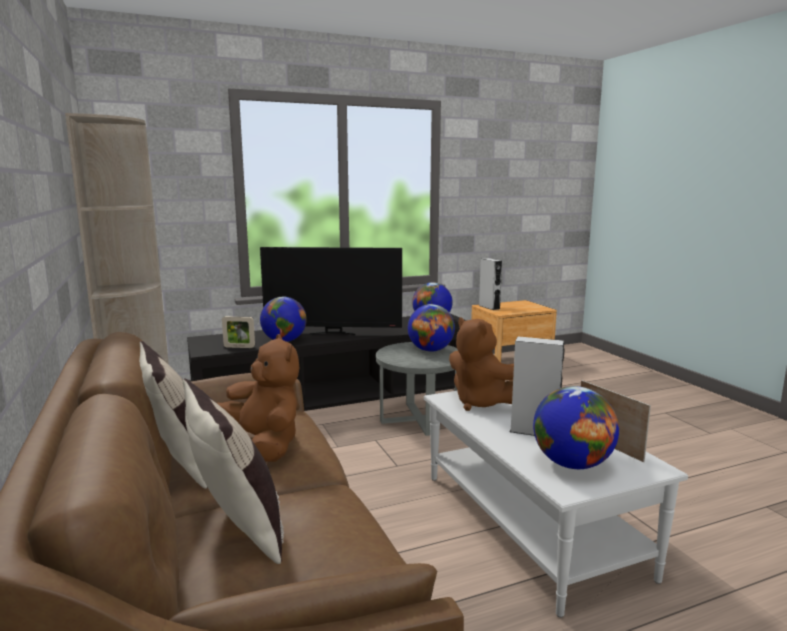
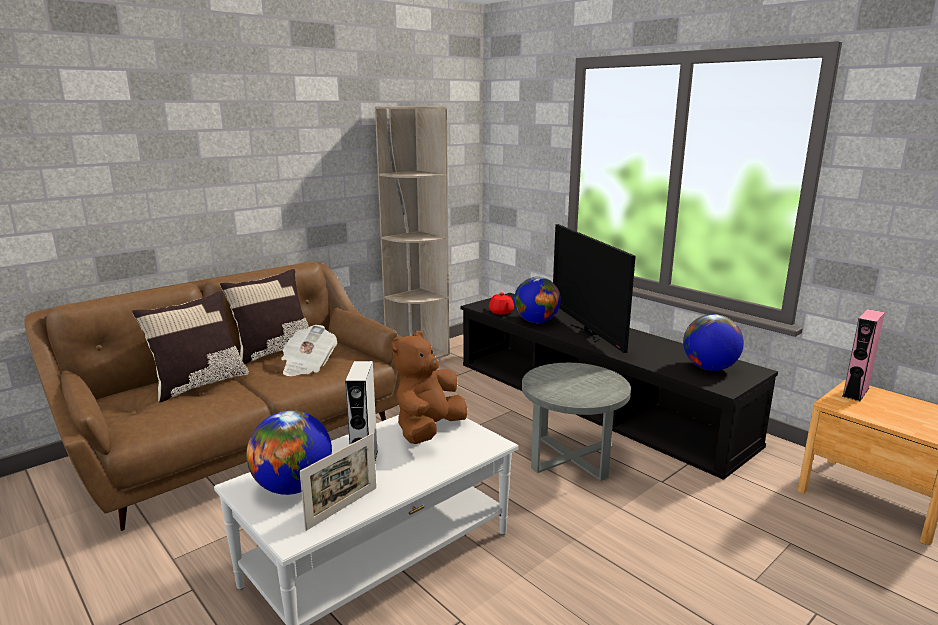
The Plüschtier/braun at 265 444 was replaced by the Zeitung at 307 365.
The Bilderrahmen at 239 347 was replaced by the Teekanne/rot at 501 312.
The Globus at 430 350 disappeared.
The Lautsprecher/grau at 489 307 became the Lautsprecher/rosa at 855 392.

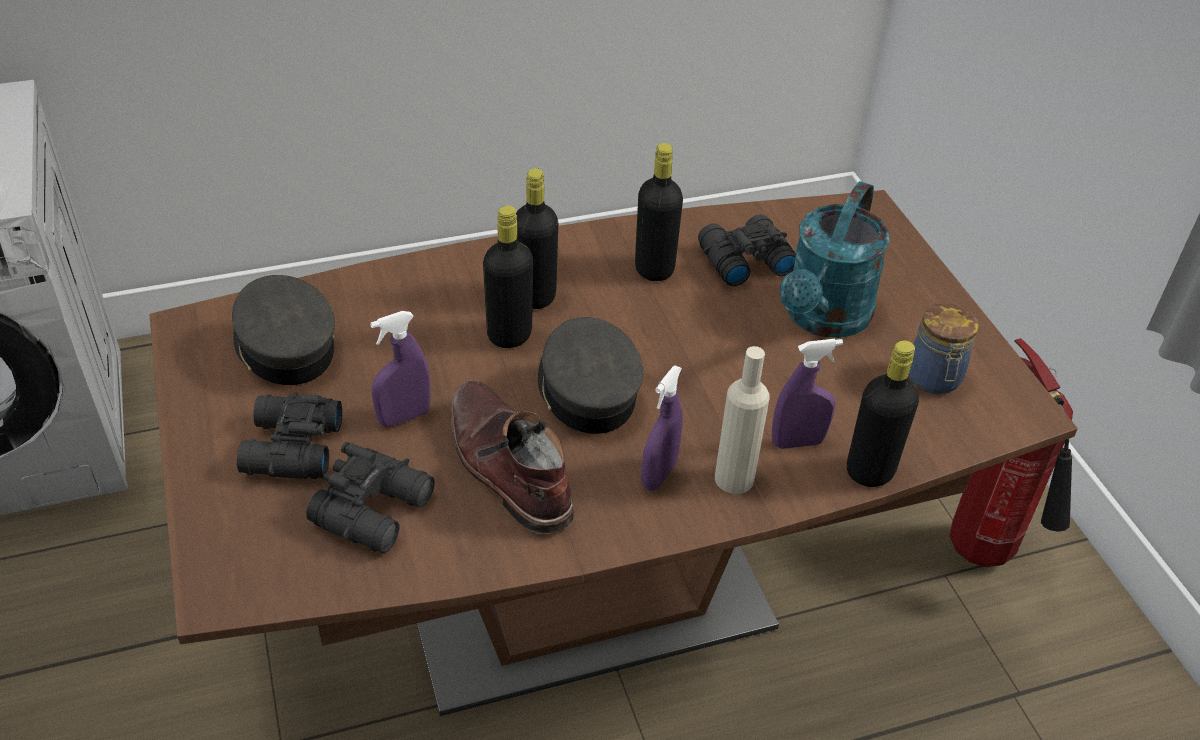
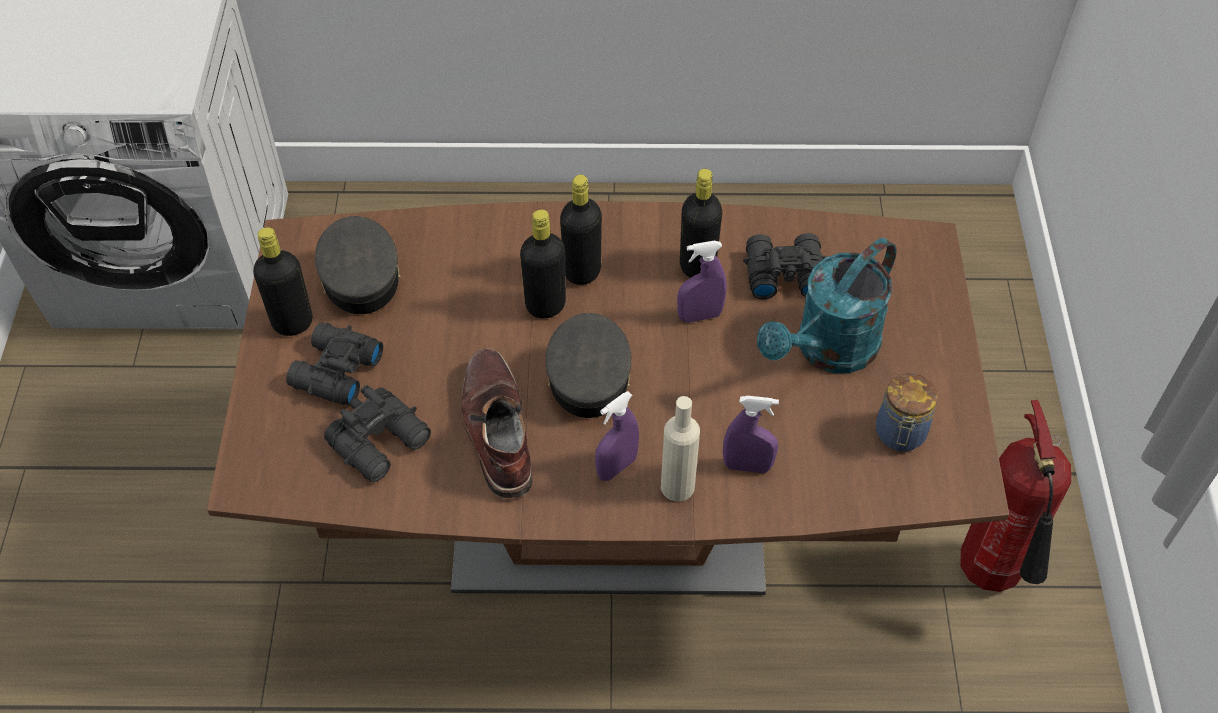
The Sprühflasche/lila moved from 404 417 to 700 316.
The Flasche/schwarz moved from 870 471 to 292 322.

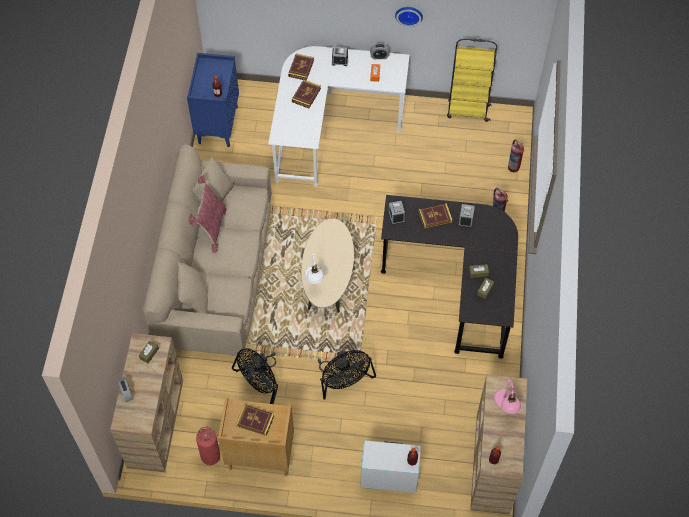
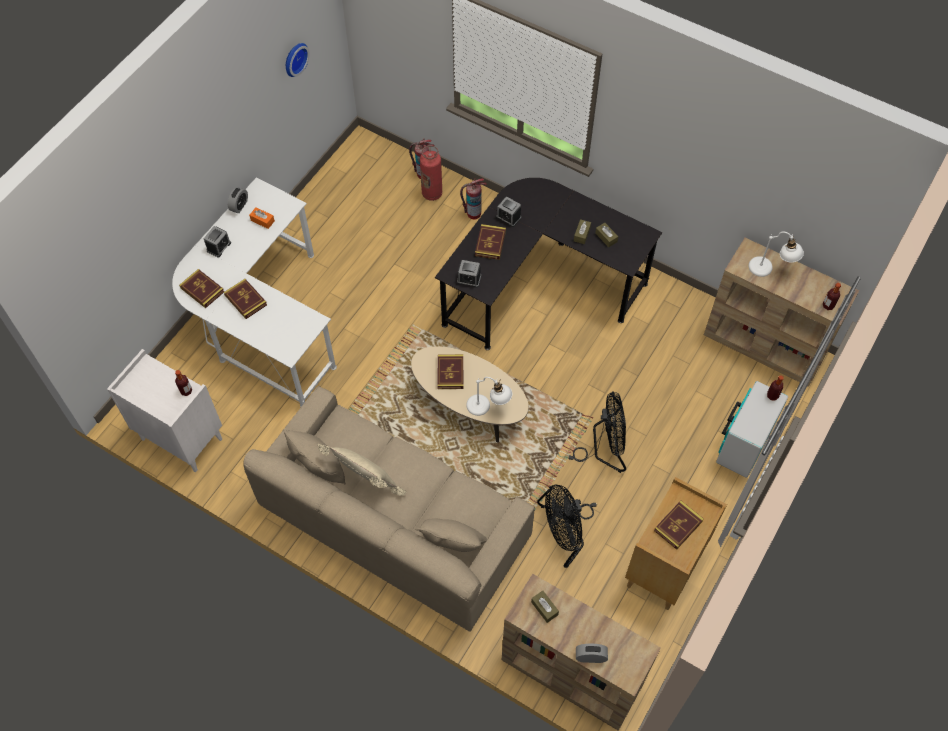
The Schrank/blau at 218 124 became the Schrank/weiß at 181 438.
The Kissen/rot at 211 229 became the Kissen/beige at 365 487.
The Feuerlöscher moved from 210 456 to 432 193.
The Ventilator/schwarz at 261 380 turned 90 degrees clockwise.
The Wanduhr moved from 409 14 to 294 58.
The Rollwagen/gelb at 467 111 disappeared.
The Tischlampe/rosa at 506 407 became the Tischlampe/weiß at 771 269.
The Buch at 450 373 appeared.

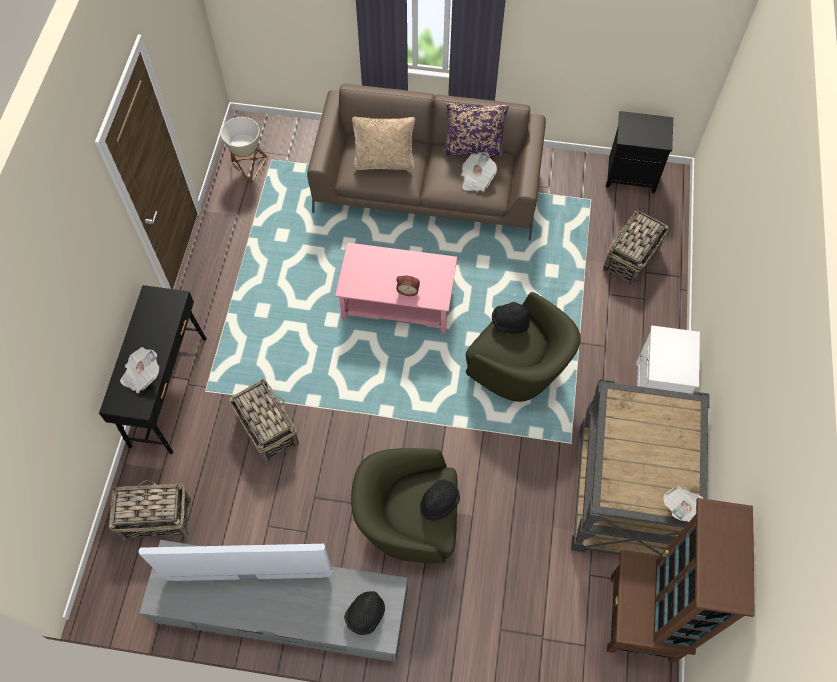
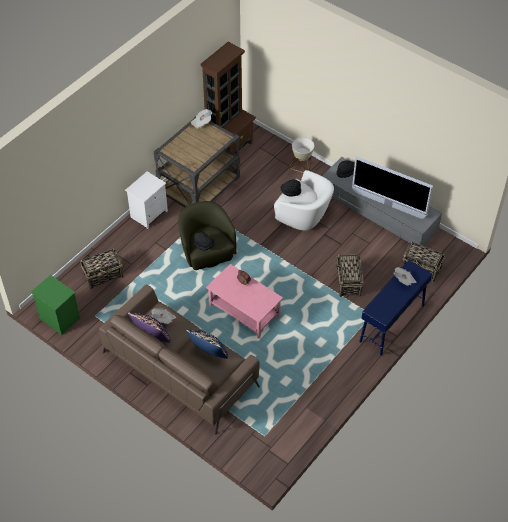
The Konsolentisch/schwarz at 169 391 became the Konsolentisch/blau at 391 323.
The Pflanzkübel moved from 249 166 to 301 167.
The Sessel/grün at 408 521 became the Sessel/weiß at 303 216.
The Kissen/beige at 385 163 became the Kissen/blau at 208 354.
The Nachttisch/schwarz at 632 174 became the Nachttisch/grün at 58 318.

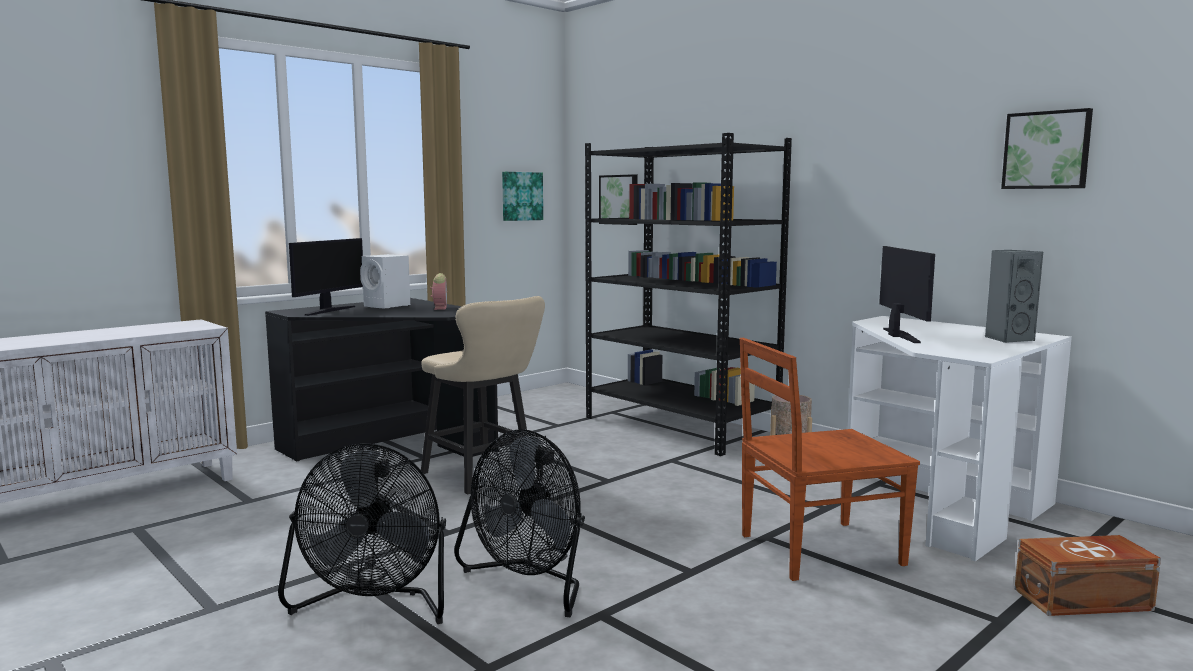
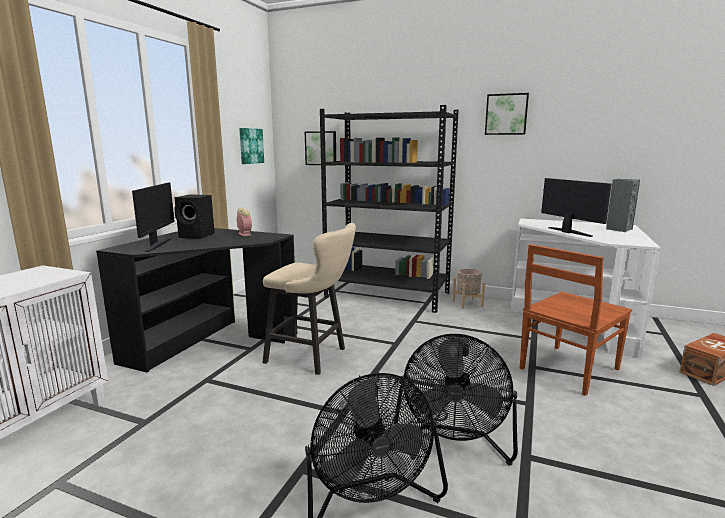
The Lautsprecher/weiß at 387 306 became the Lautsprecher/schwarz at 197 236.
The Bild moved from 1047 150 to 506 114.

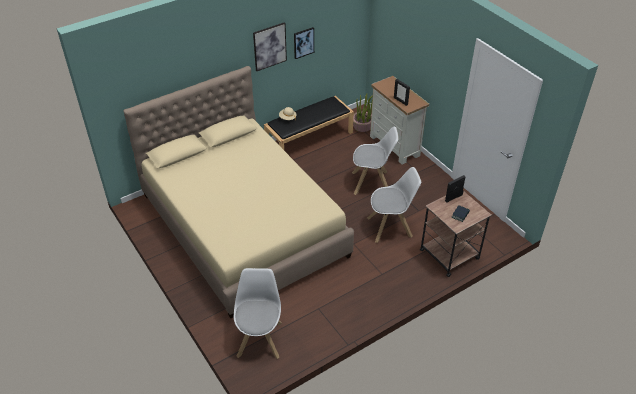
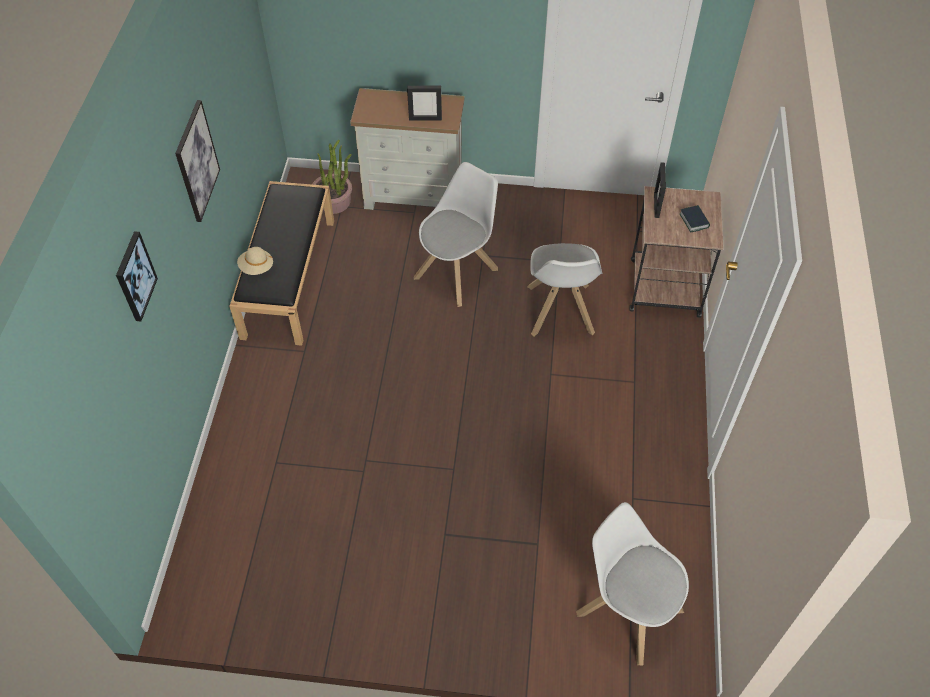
The Bett/beige at 243 225 disappeared.
The Bild moved from 303 42 to 134 276.
The Stuhl at 391 227 turned 150 degrees clockwise.

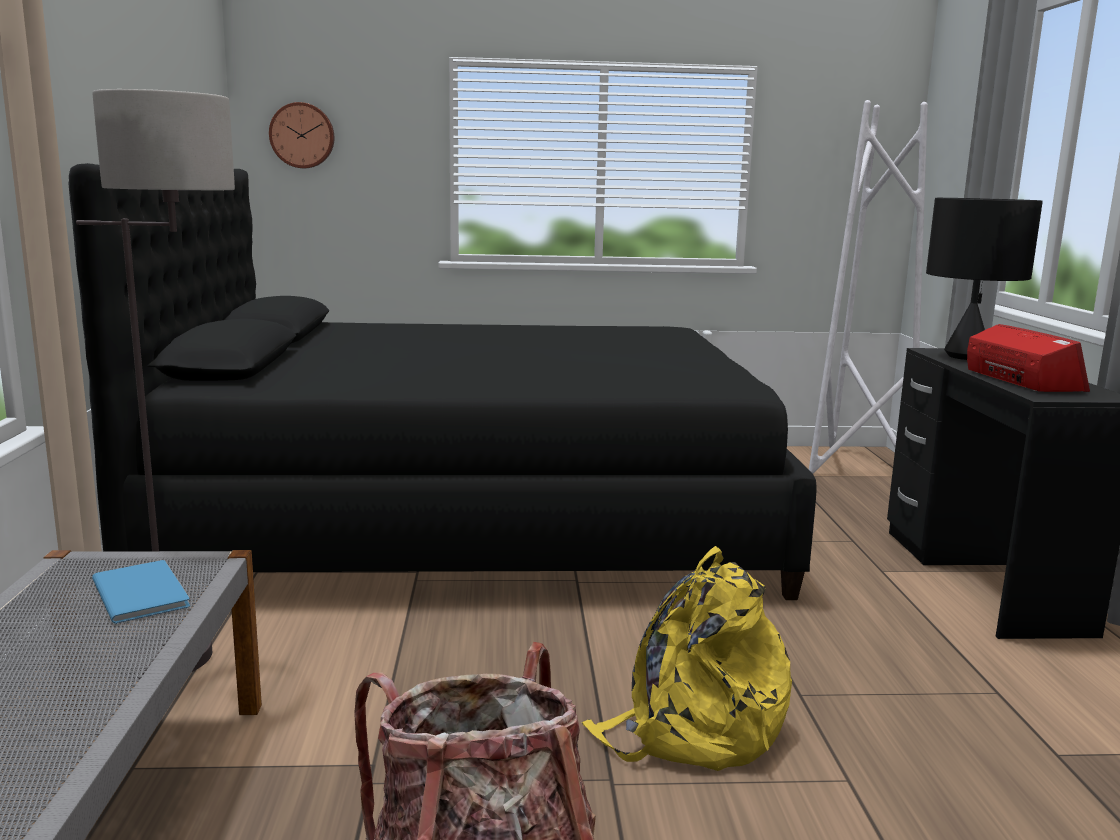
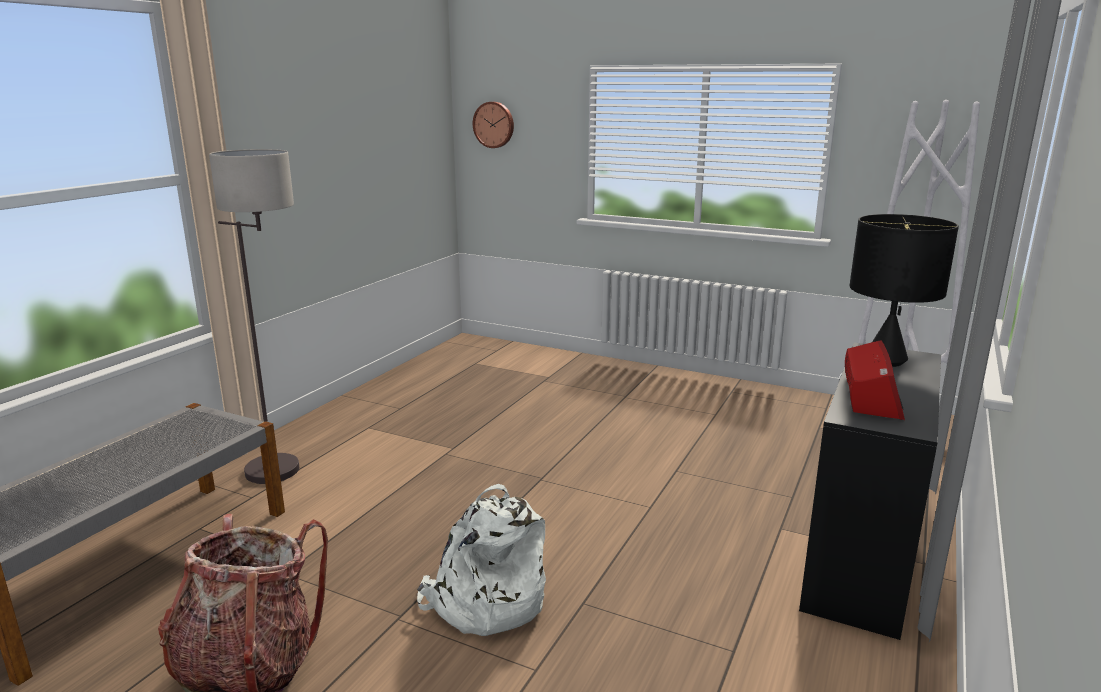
The Bett/schwarz at 471 518 disappeared.
The Buch/blau at 143 591 disappeared.
The Rucksack/gelb at 693 728 became the Rucksack/weiß at 485 602.

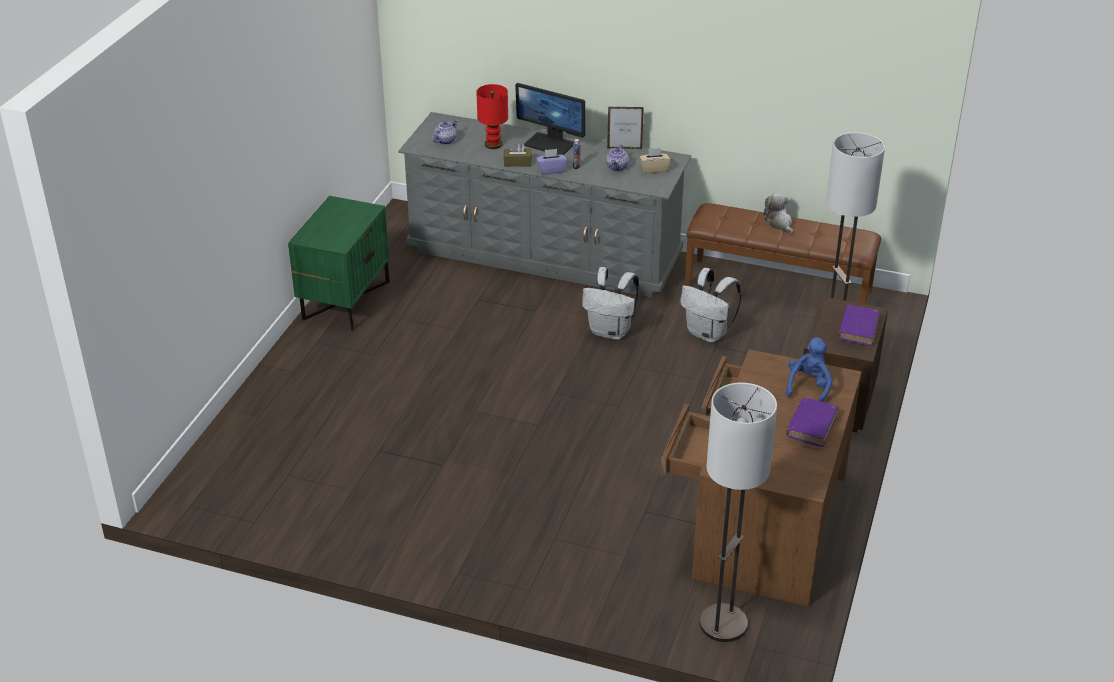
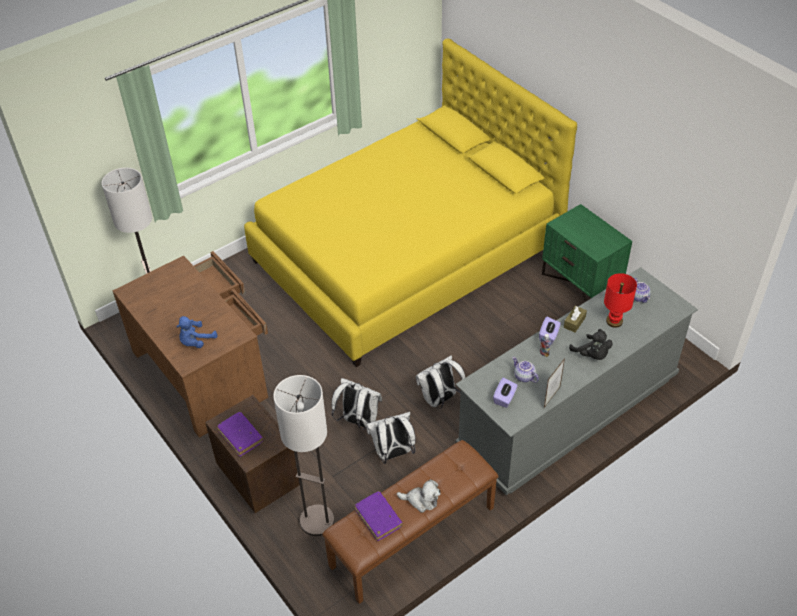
The Monitor at 550 144 was replaced by the Plüschtier/schwarz at 592 355.
The Taschentuchbox/beige at 654 169 became the Taschentuchbox/lila at 504 398.
The Plüschtier/blau at 808 387 turned 75 degrees clockwise.
The Buch/lila moved from 811 427 to 378 518.
The Bett/gelb at 407 254 appeared.
The Rucksack/weiß at 358 421 appeared.

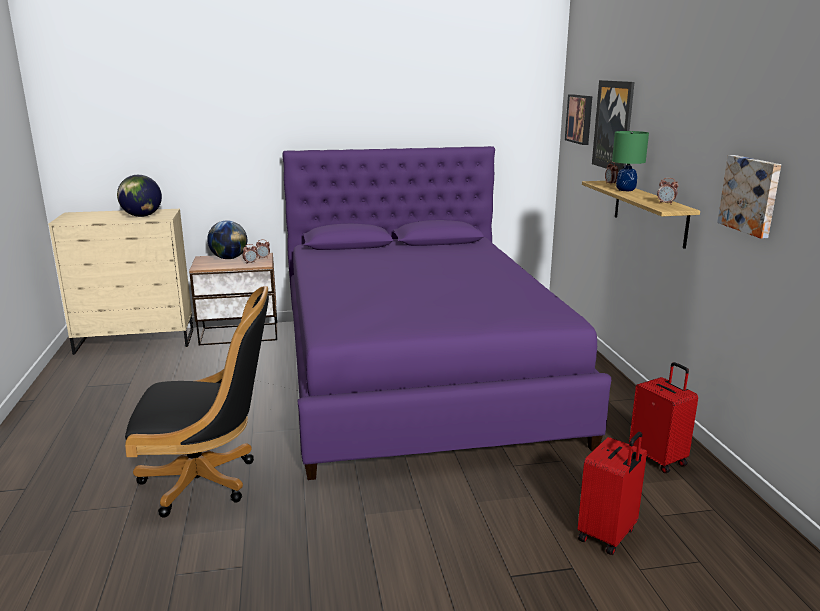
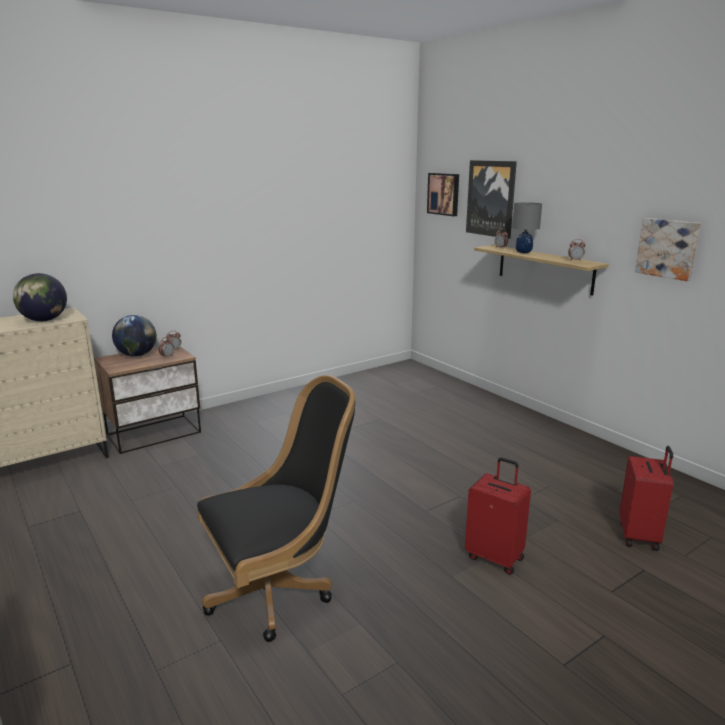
The Bett/lila at 418 373 disappeared.
The Tischlampe/grün at 625 190 became the Tischlampe/grau at 523 252.
The Koffer/rot moved from 659 458 to 495 557.

